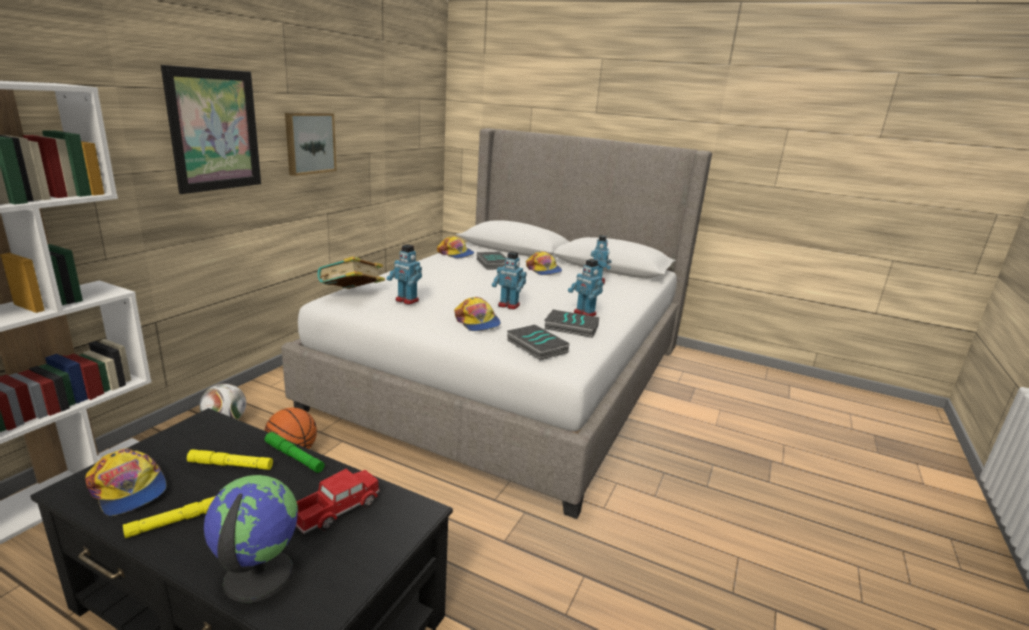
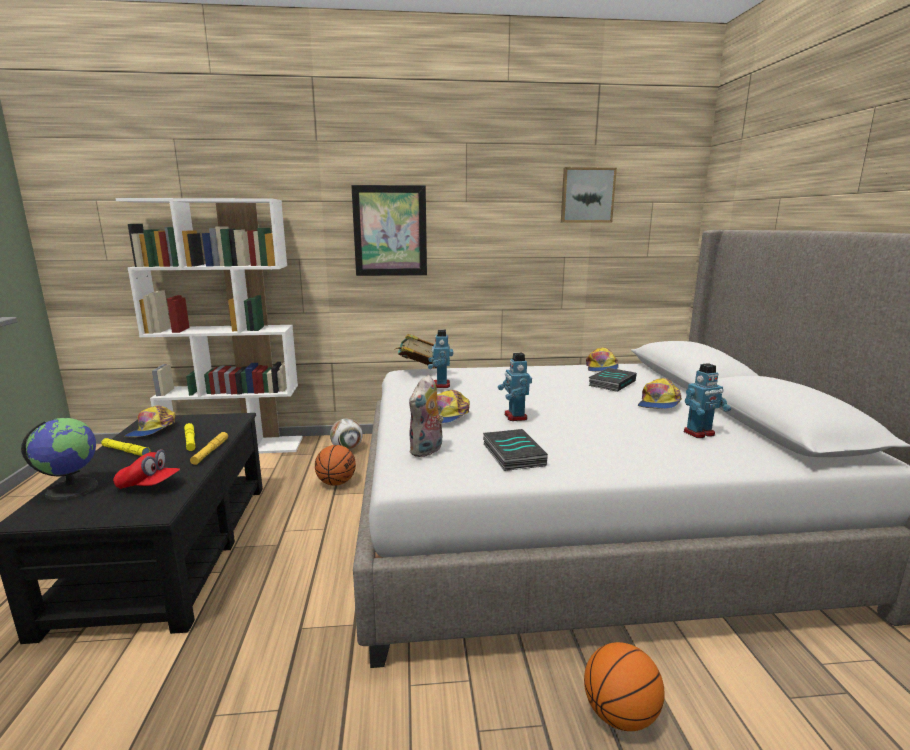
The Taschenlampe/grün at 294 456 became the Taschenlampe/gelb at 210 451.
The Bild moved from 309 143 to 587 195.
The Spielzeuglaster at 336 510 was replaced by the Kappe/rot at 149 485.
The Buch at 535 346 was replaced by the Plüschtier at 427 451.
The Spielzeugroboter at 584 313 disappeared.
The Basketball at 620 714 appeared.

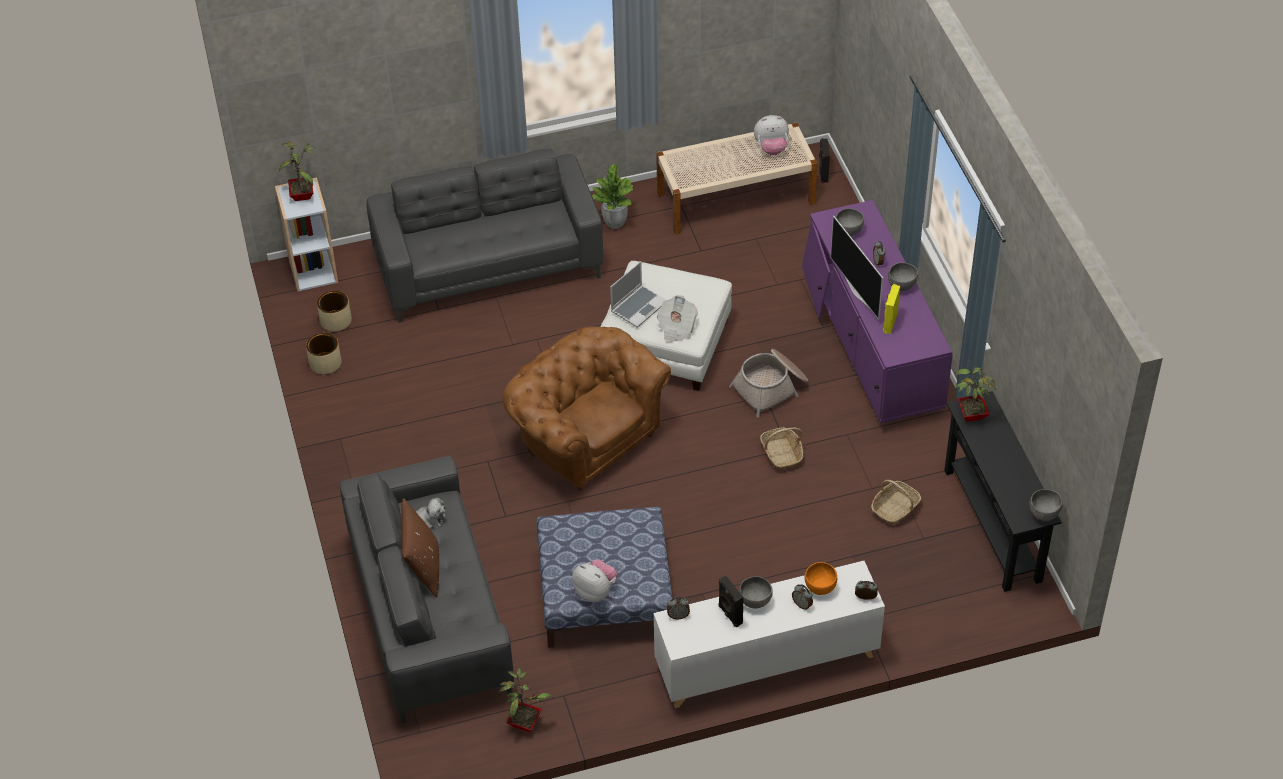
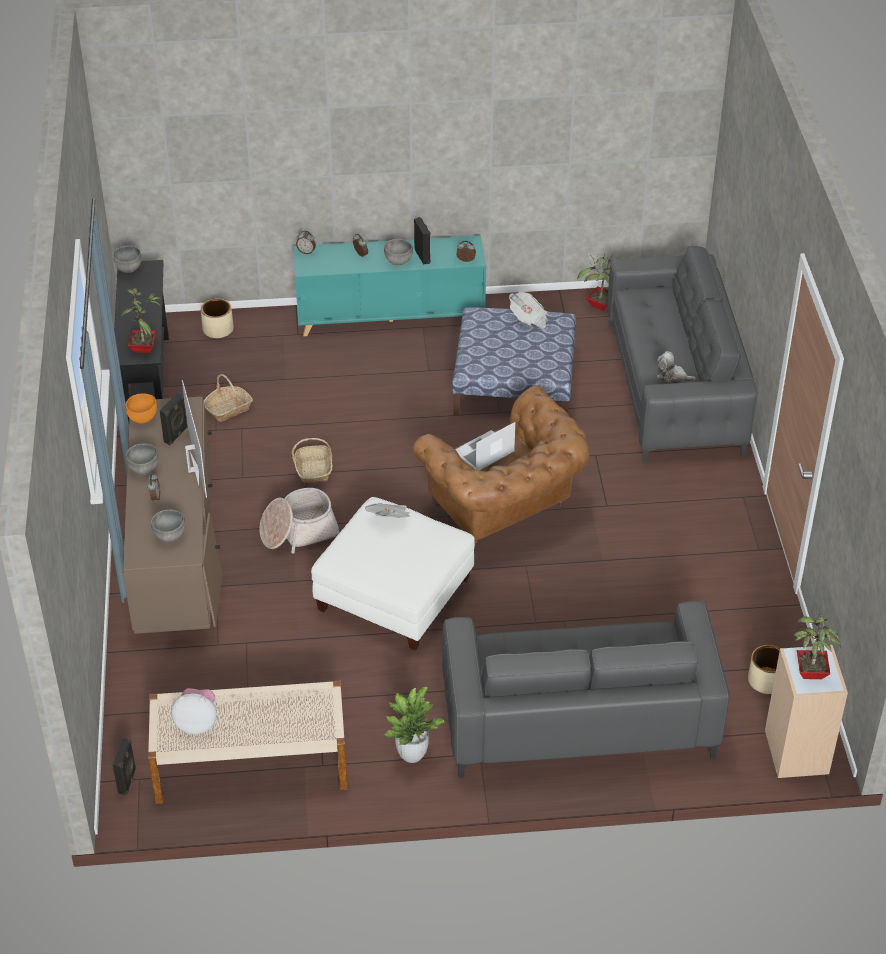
The Pflanzkübel/beige moved from 325 363 to 218 329.
The Kissen/braun at 423 568 disappeared.
The Plüschtier at 595 591 was replaced by the Zeitung at 528 319.
The Laptop moved from 638 306 to 484 453.
The Schrank/weiß at 766 662 became the Schrank/türkis at 391 317.
The Fernsehschrank/lila at 870 347 became the Fernsehschrank/braun at 178 556.
The Schüssel/orange moved from 820 588 to 143 418.
The Lautsprecher/gelb at 889 323 became the Lautsprecher/schwarz at 176 435.

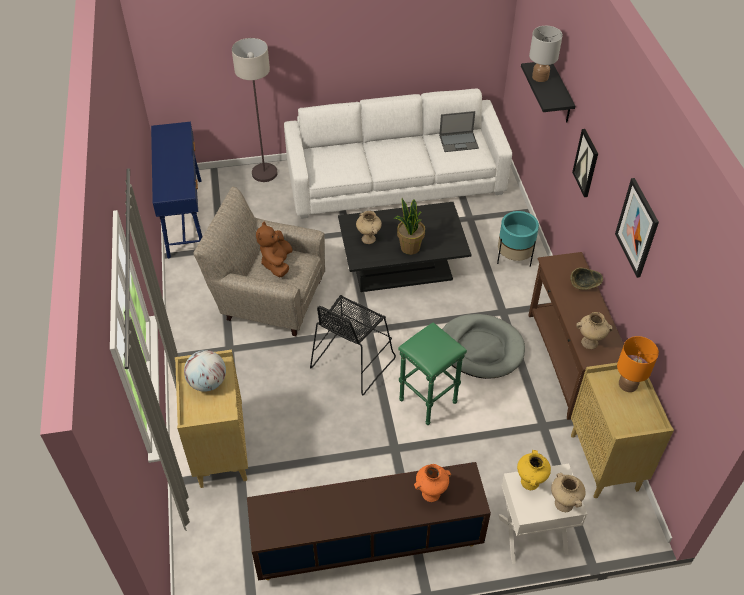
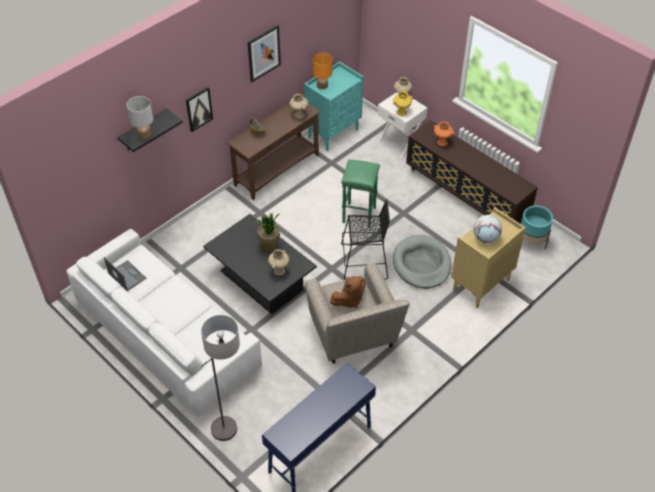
The Hundebett/grau moved from 481 348 to 421 264.
The Pflanzkübel/türkis moved from 514 258 to 531 242.
The Schrank/beige at 604 463 became the Schrank/türkis at 333 133.

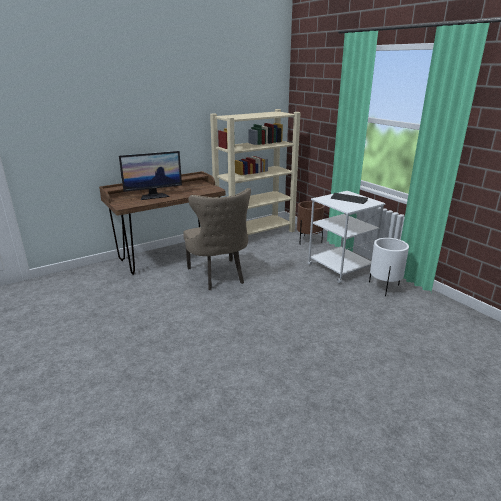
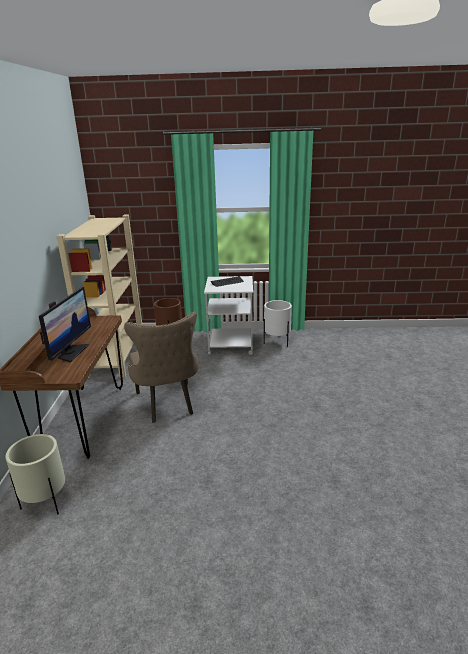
The Stuhl/beige at 218 276 turned 60 degrees clockwise.
The Pflanzkübel/beige at 45 502 appeared.

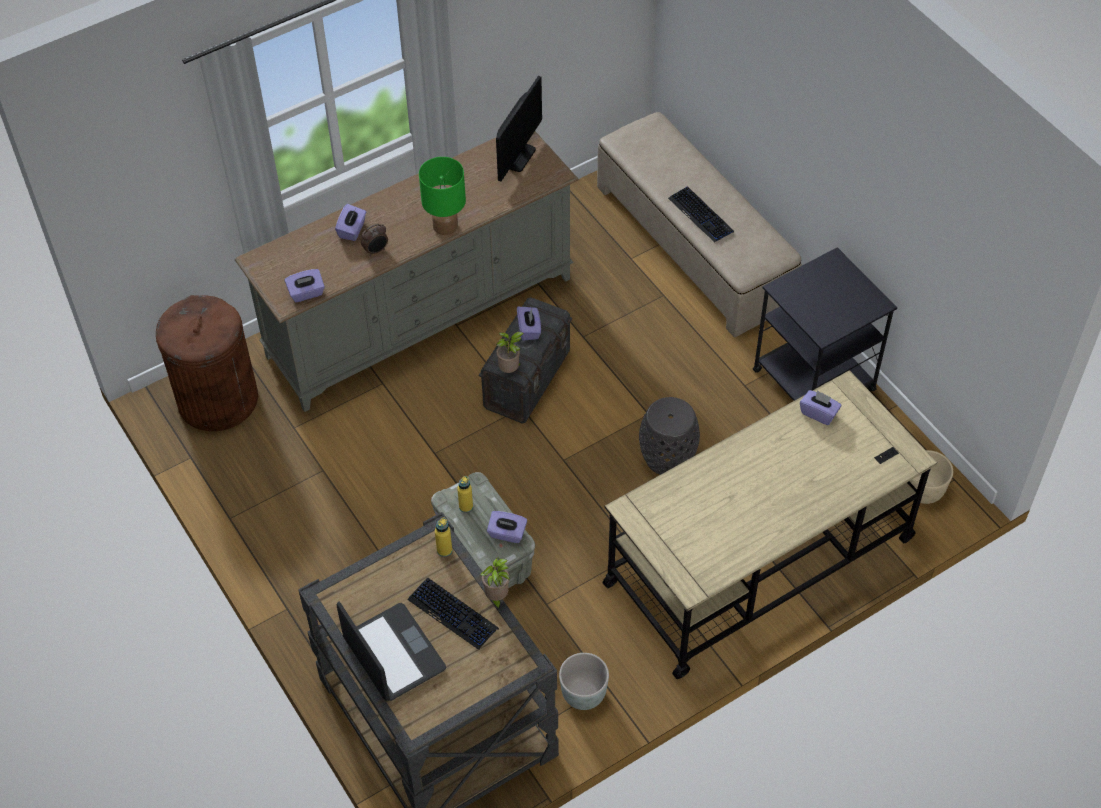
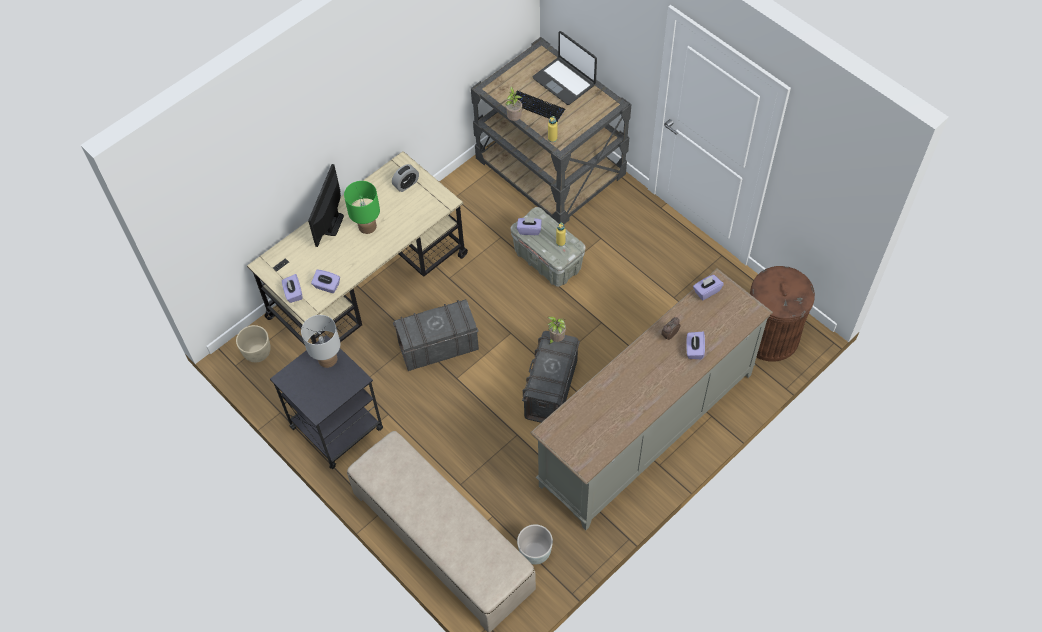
The Tischlampe/grün moved from 445 225 to 367 227.
The Monitor moved from 517 156 to 331 223.
The Taschentuchbox/lila moved from 529 330 to 293 293.
The Pflanzkübel/grau moved from 583 695 to 535 552.
The Hocker/grau at 667 457 was replaced by the Aufbewahrungsbox/grau at 438 347.
The Tastatur at 701 215 disappeared.
The Tischlampe/grau at 328 359 appeared.
The Wecker at 406 184 appeared.

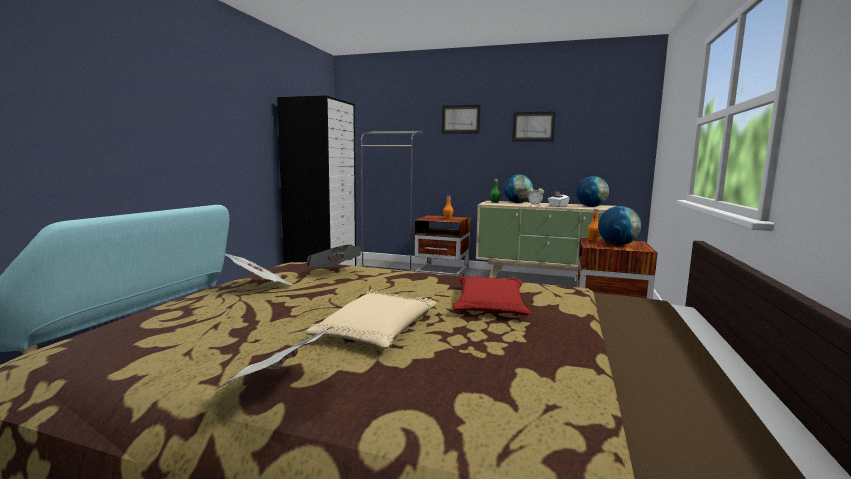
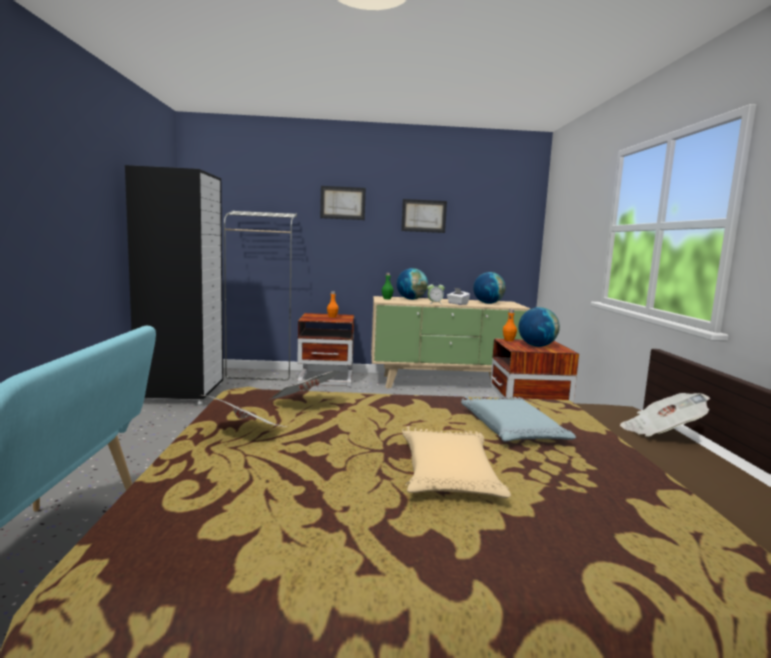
The Zeitung moved from 272 389 to 661 433.
The Kissen/rot at 490 303 became the Kissen/blau at 512 427.

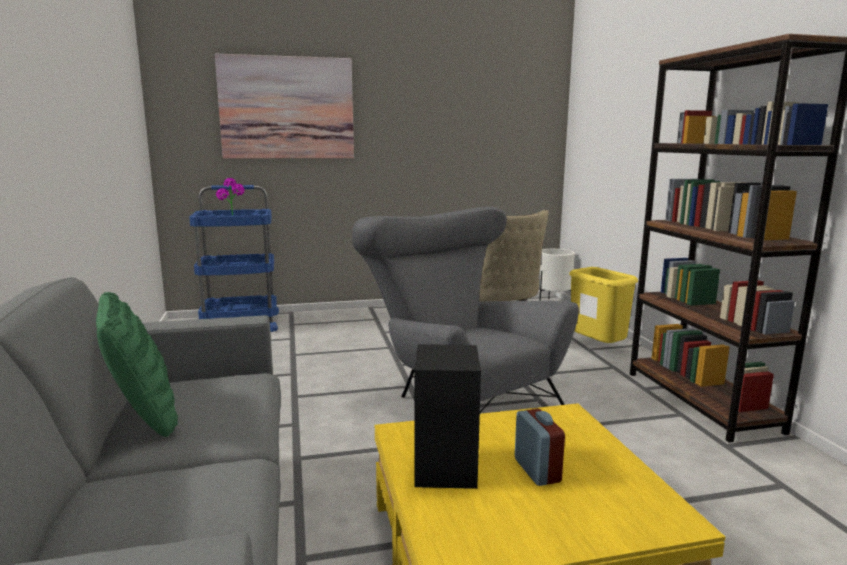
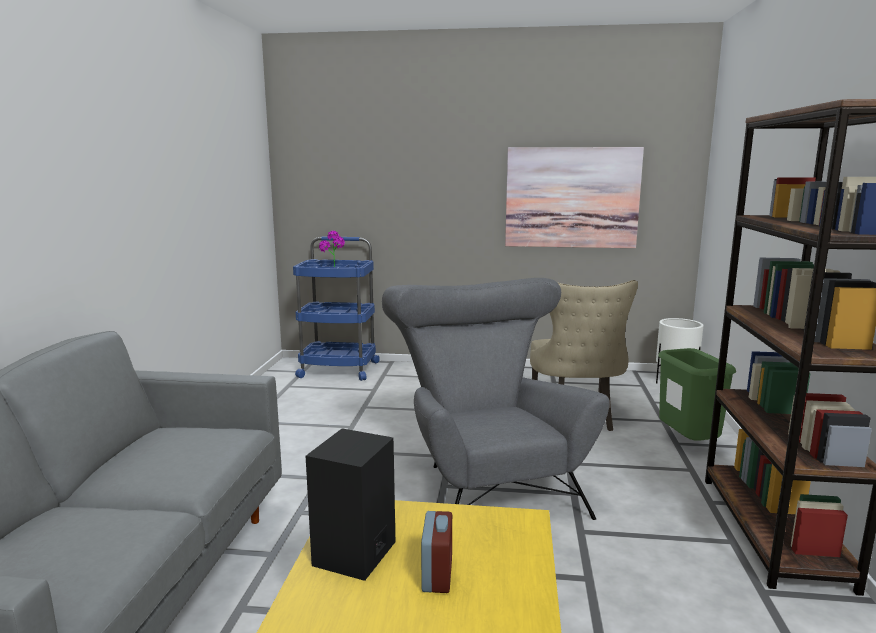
The Kissen/grün at 142 415 disappeared.
The Bild moved from 287 108 to 571 197.
The Mülleimer/gelb at 597 349 became the Mülleimer/grün at 688 445.

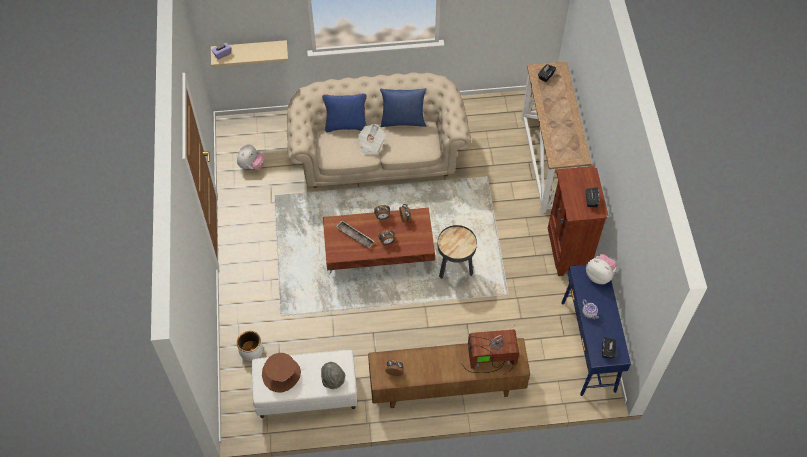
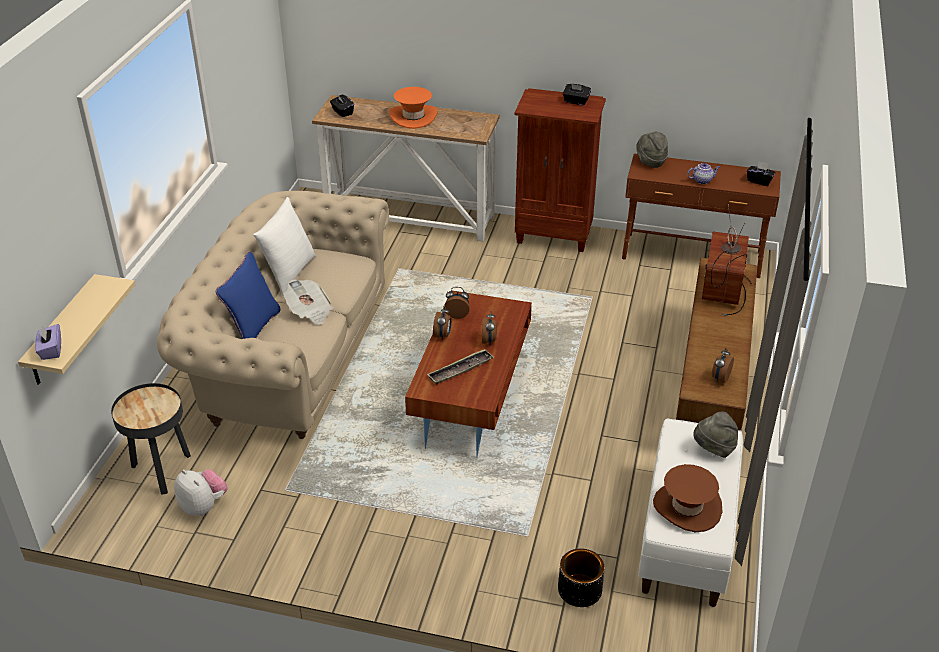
The Pflanzkübel/weiß at 251 350 became the Pflanzkübel/schwarz at 579 591.
The Kissen/blau at 403 121 became the Kissen/weiß at 289 273.
The Beistelltisch/schwarz moved from 455 268 to 162 470.
The Konsolentisch/blau at 587 346 became the Konsolentisch/braun at 692 256.
The Plüschtier at 599 275 was replaced by the Hut/grau at 650 162.
The Hut/orange at 413 117 appeared.

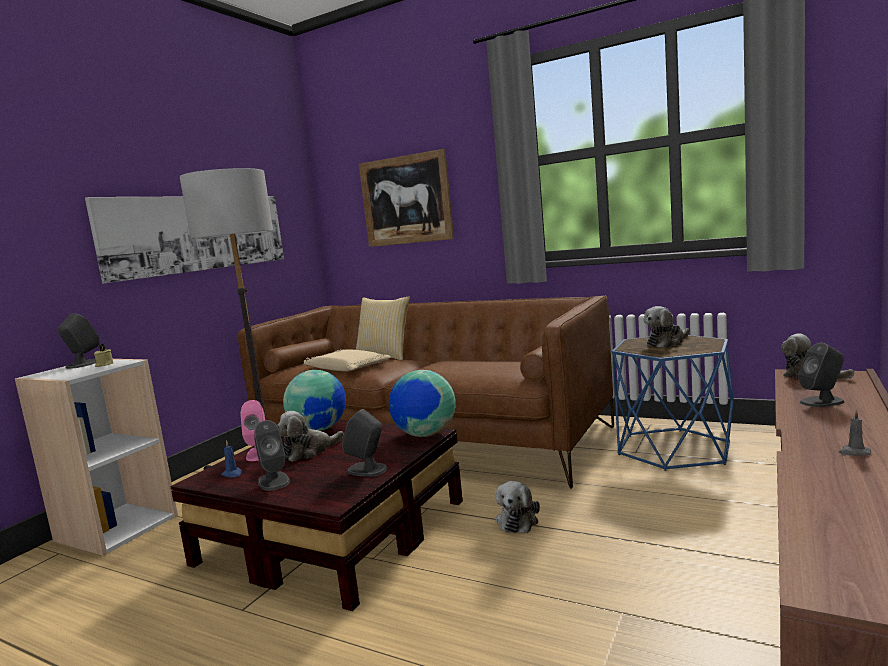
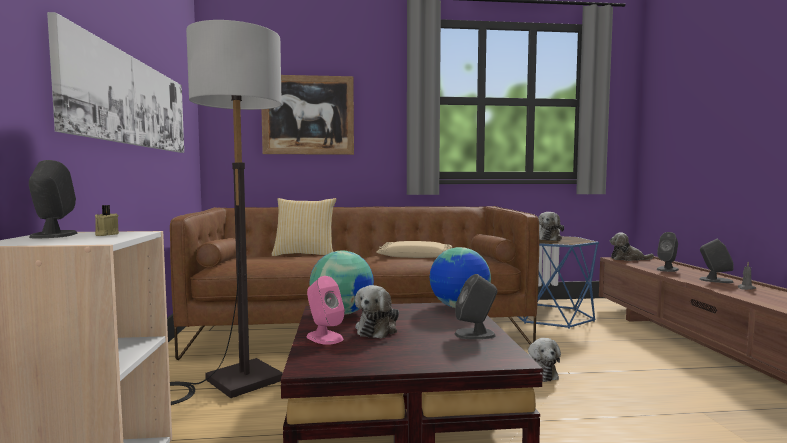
The Kerze/blau at 232 474 disappeared.
The Lautsprecher/grau moved from 273 481 to 715 280.
The Kissen/beige moved from 347 366 to 415 255.

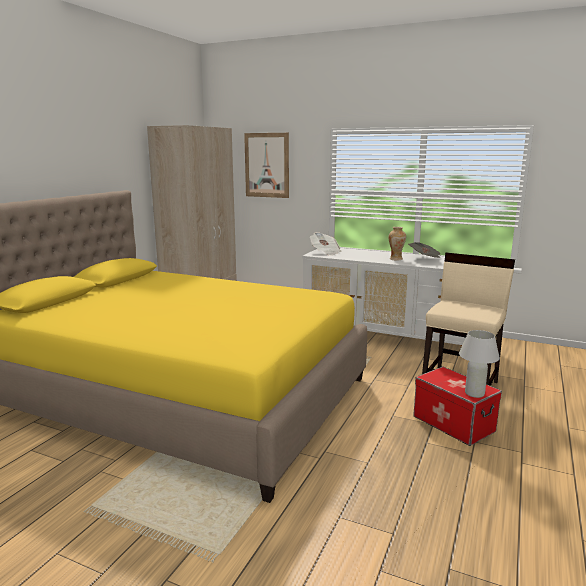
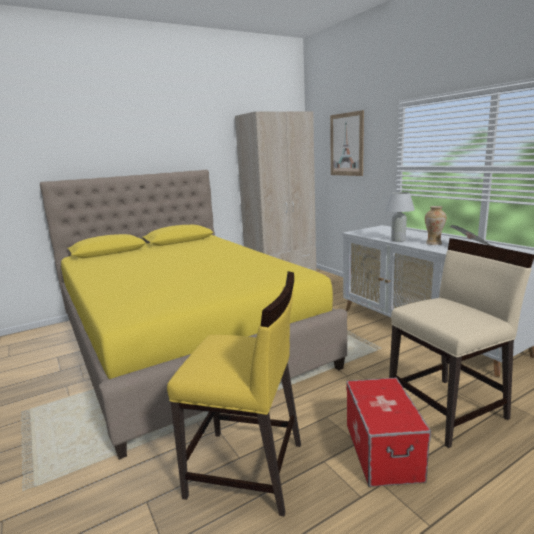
The Zeitung at 325 252 disappeared.
The Tischlampe/weiß moved from 474 393 to 398 240.
The Stuhl/gelb at 247 470 appeared.

